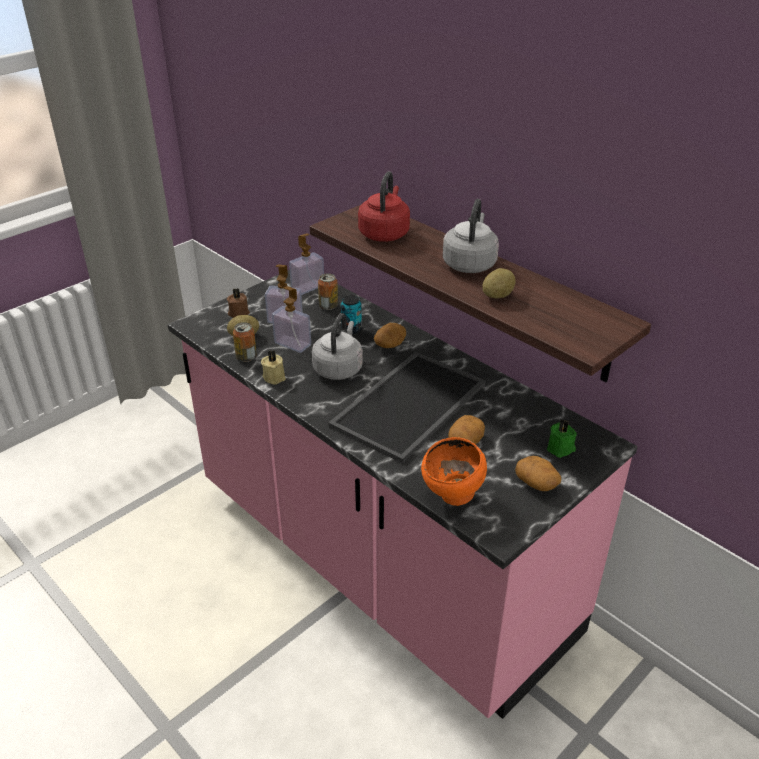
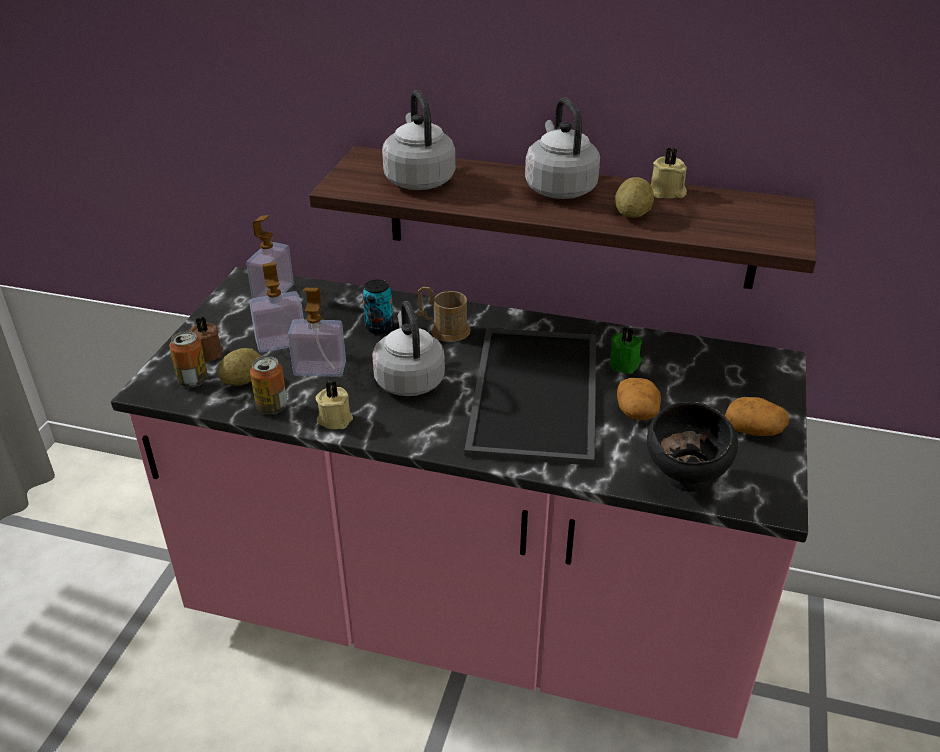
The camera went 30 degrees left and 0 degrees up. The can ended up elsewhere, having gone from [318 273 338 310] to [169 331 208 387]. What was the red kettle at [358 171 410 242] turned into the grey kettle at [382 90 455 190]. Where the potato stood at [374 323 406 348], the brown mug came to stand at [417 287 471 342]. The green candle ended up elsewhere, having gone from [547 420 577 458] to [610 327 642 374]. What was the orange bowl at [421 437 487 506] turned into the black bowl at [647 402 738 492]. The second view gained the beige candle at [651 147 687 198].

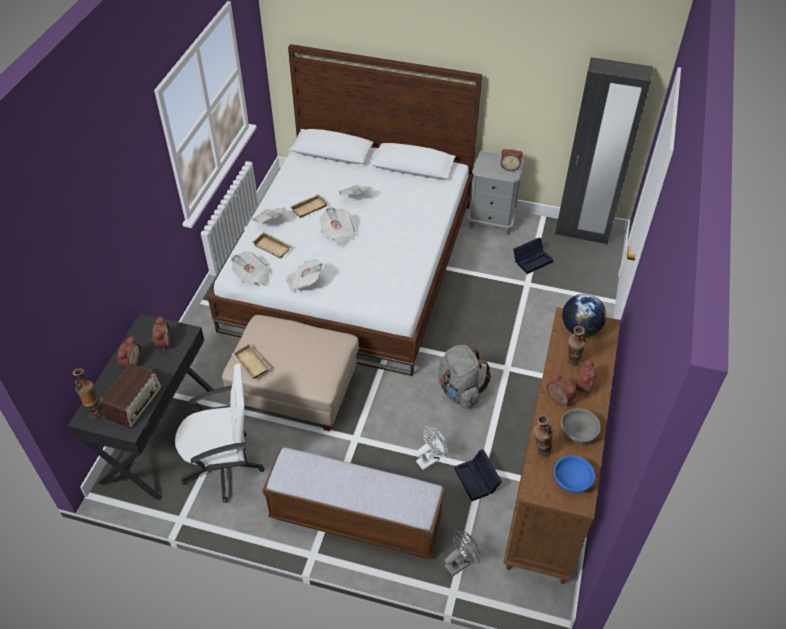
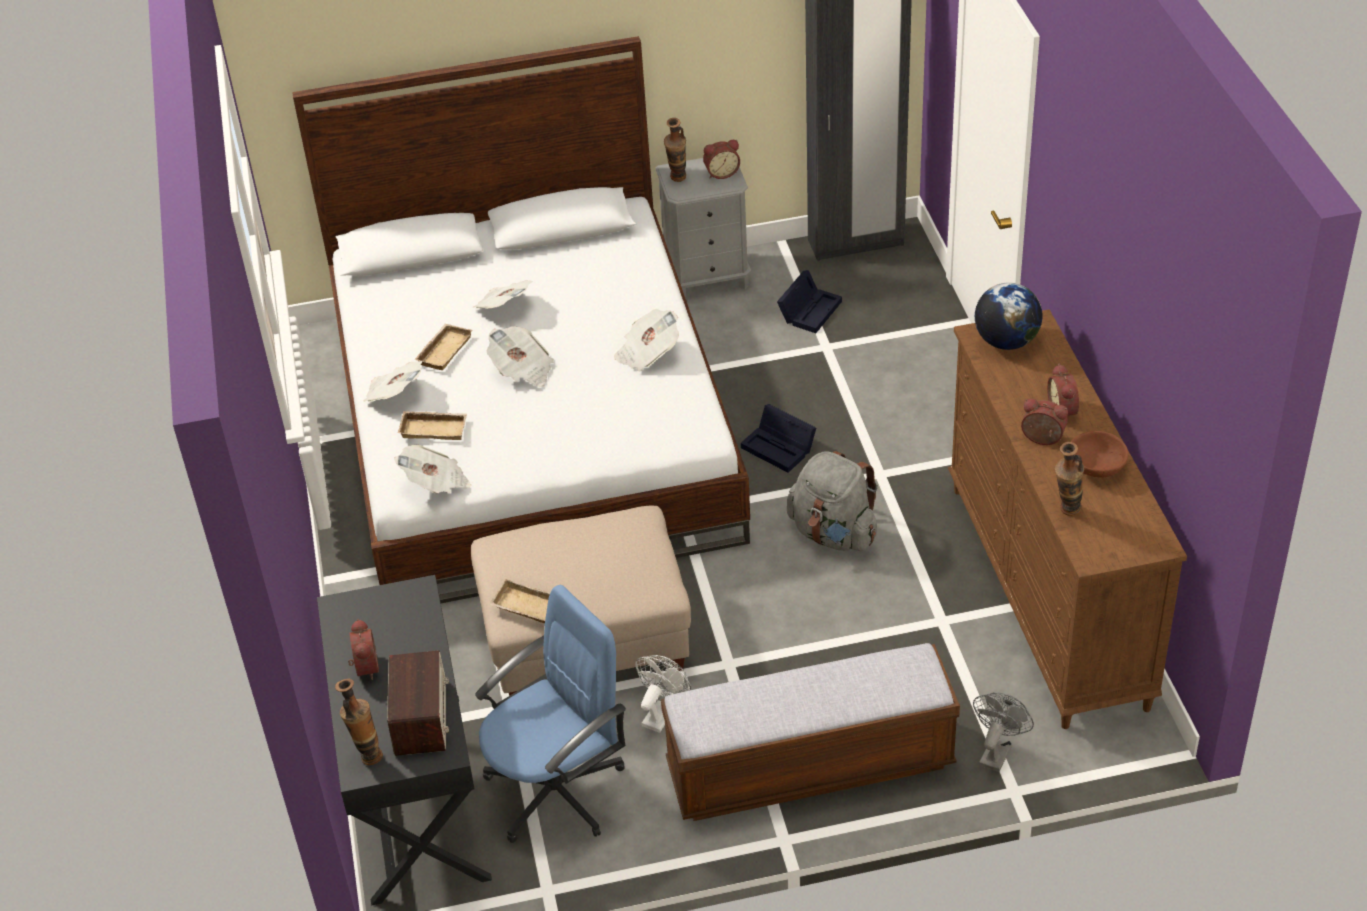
The camera went 25 degrees left and 5 degrees down. What was the white office chair at [175 363 265 503] turned into the blue office chair at [475 585 626 843]. The newspaper ended up elsewhere, having gone from [286 259 324 291] to [614 309 679 372]. The white fan ended up elsewhere, having gone from [415 427 448 470] to [635 655 691 733]. The vase ended up elsewhere, having gone from [568 326 586 366] to [664 118 686 182]. The black storage box ended up elsewhere, having gone from [454 449 502 501] to [741 404 816 472]. What was the grey bowl at [561 408 601 443] turned into the brown bowl at [1071 431 1128 478]. The second view lost the alarm clock at [151 316 170 351]. The second view lost the blue bowl at [554 455 595 493].

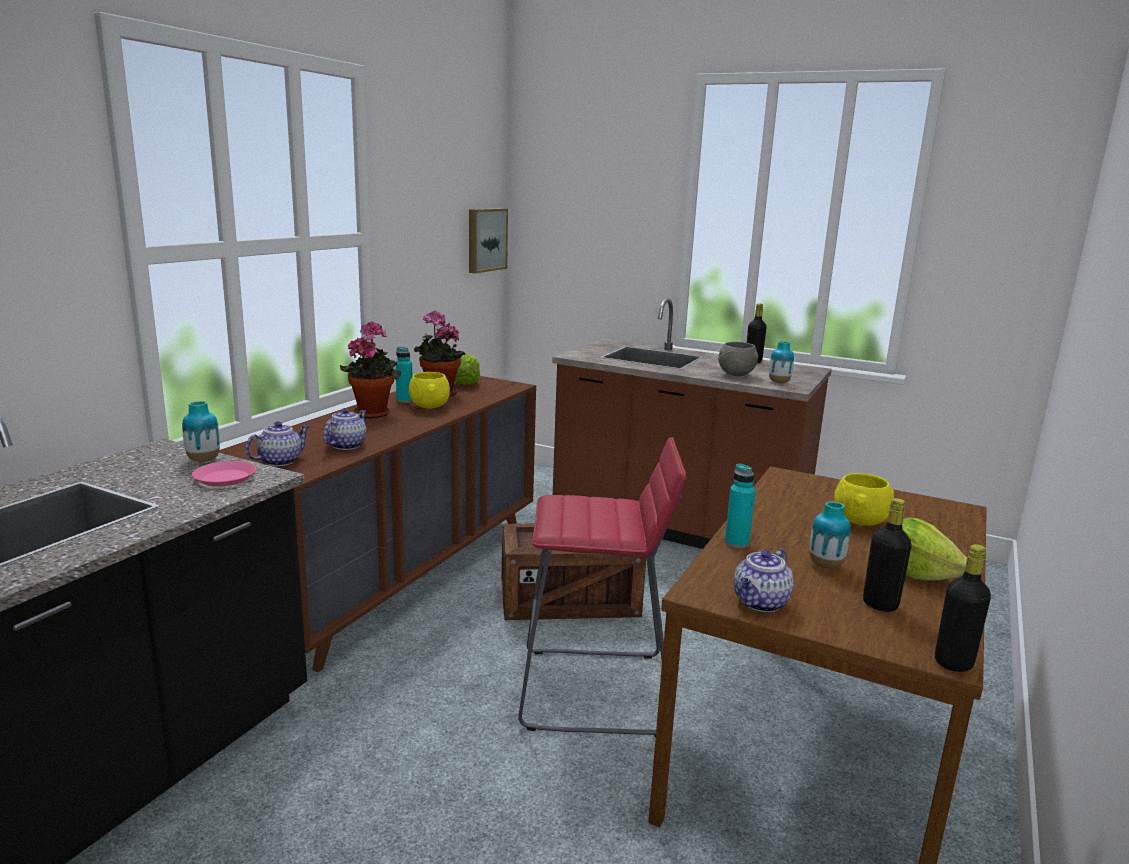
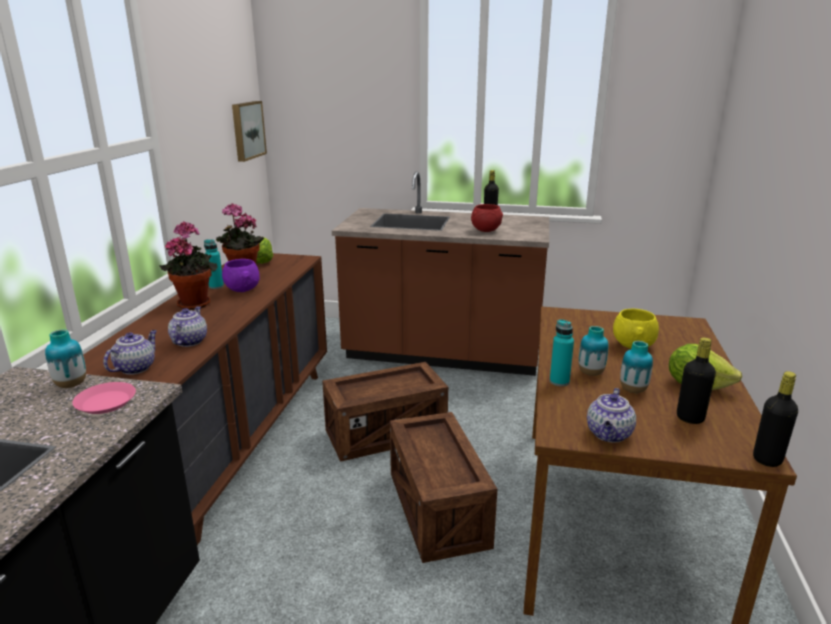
The camera went 15 degrees left and 5 degrees up. What was the yellow bowl at [409 372 450 409] turned into the purple bowl at [222 259 260 292]. Where the red stool stood at [518 437 686 737], the crate came to stand at [390 412 497 563]. What was the grey bowl at [718 342 758 376] turned into the red bowl at [471 204 503 232]. The vase ended up elsewhere, having gone from [769 341 794 383] to [579 326 608 376].

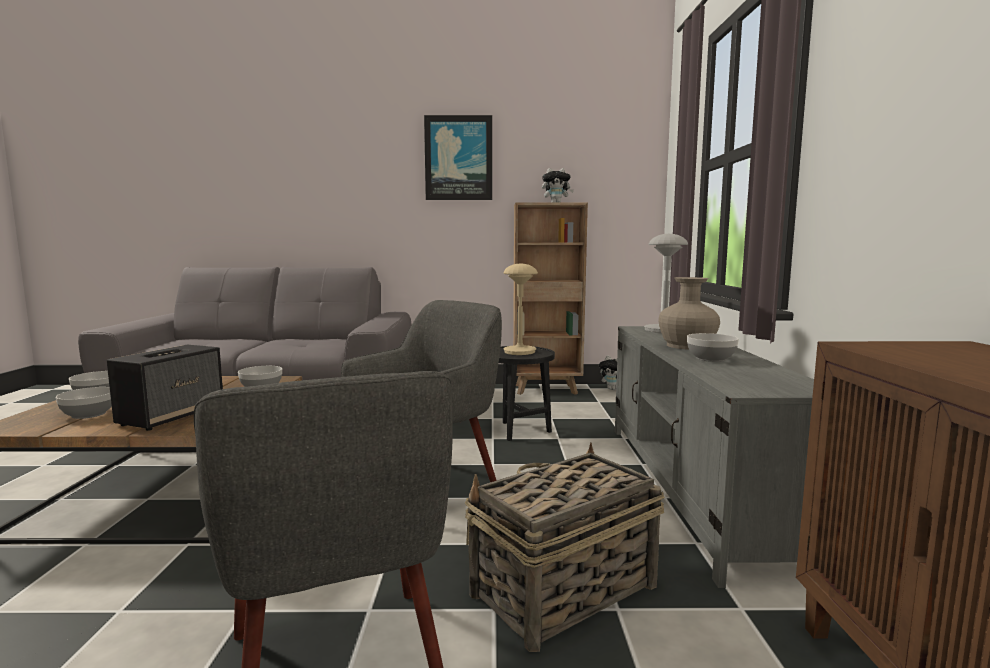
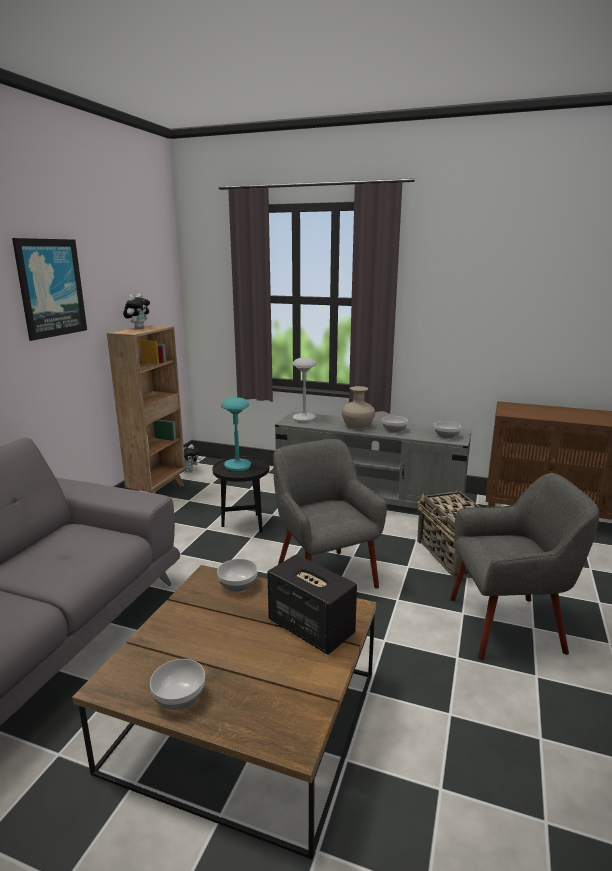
The camera went 70 degrees left and 10 degrees up. What was the beige table lamp at [503 264 538 355] turned into the turquoise table lamp at [221 397 251 471]. The bowl ended up elsewhere, having gone from [56 387 112 419] to [434 421 461 439].

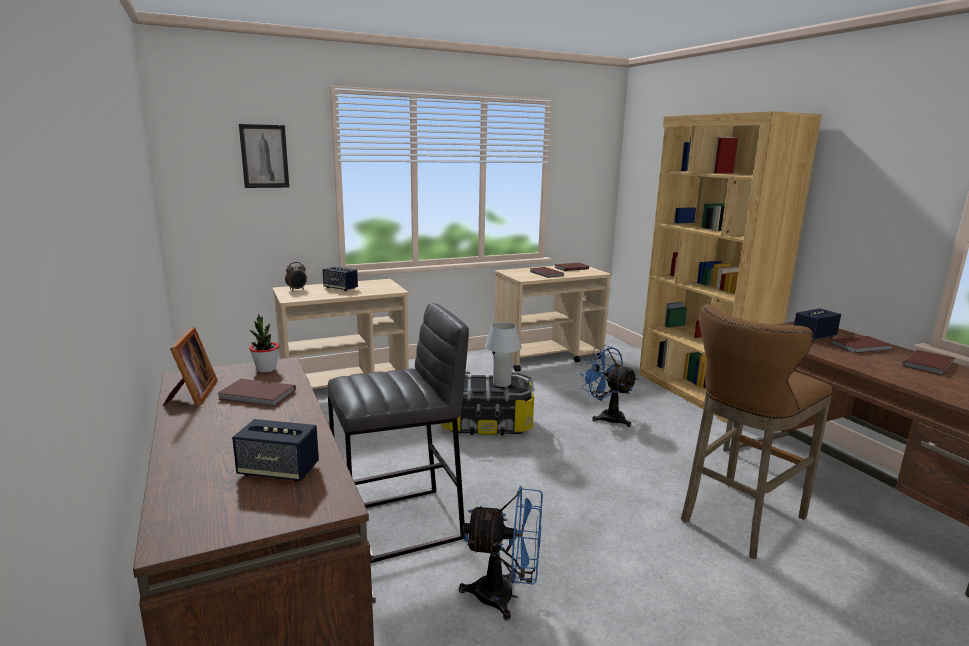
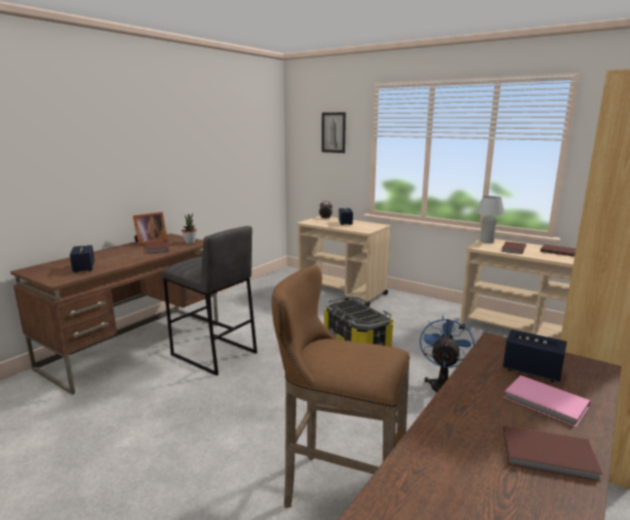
The camera went 60 degrees right and 0 degrees up. The white table lamp ended up elsewhere, having gone from [485 322 522 387] to [476 196 505 243]. What was the brown book at [830 336 892 354] turned into the pink book at [504 375 590 427]. The second view lost the blue fan at [459 486 543 621].

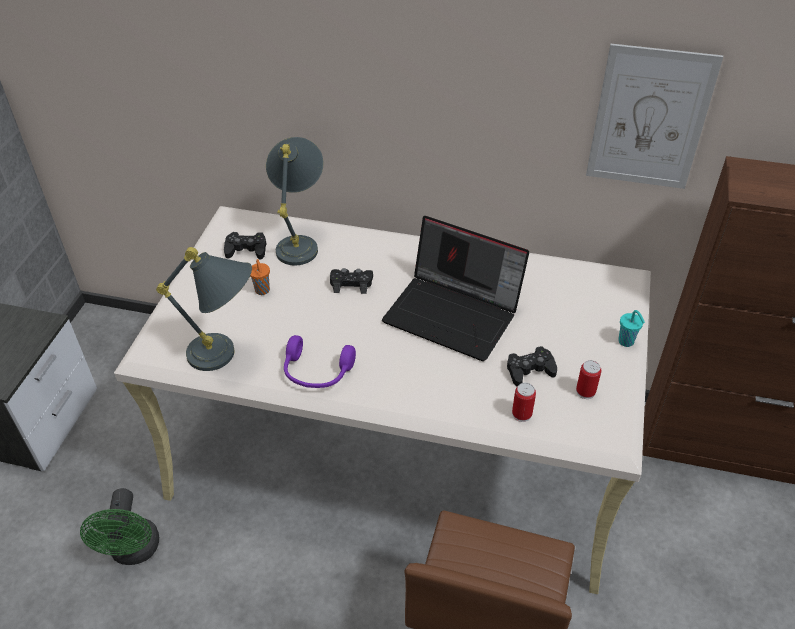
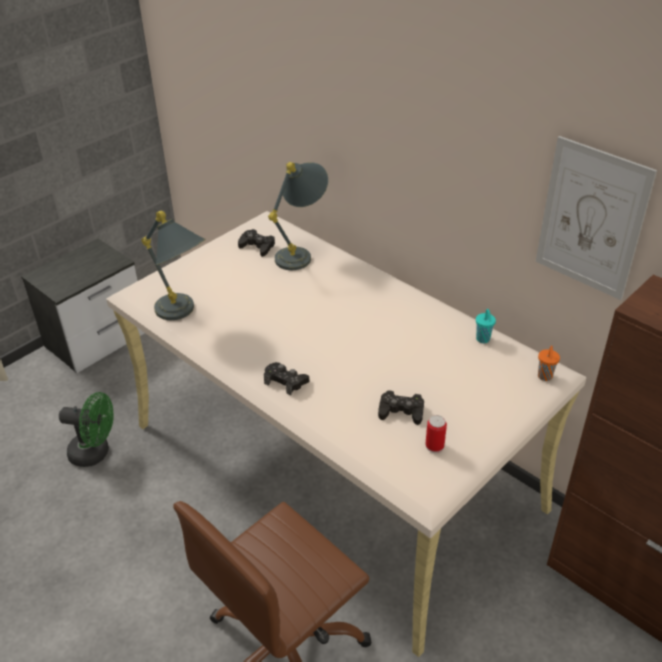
The camera went 30 degrees right and 5 degrees down. The green fan at [80 488 159 565] ended up facing another way, 105 degrees counterclockwise from before. The black game controller ended up elsewhere, having gone from [330 268 373 294] to [264 362 309 395]. The turquoise cup ended up elsewhere, having gone from [618 310 645 347] to [476 309 496 343]. The orange cup ended up elsewhere, having gone from [250 259 270 295] to [538 346 560 381]. The second view lost the purple headphones at [284 335 356 388]. The second view lost the laptop at [382 216 529 361]. The second view lost the can at [512 383 536 422].

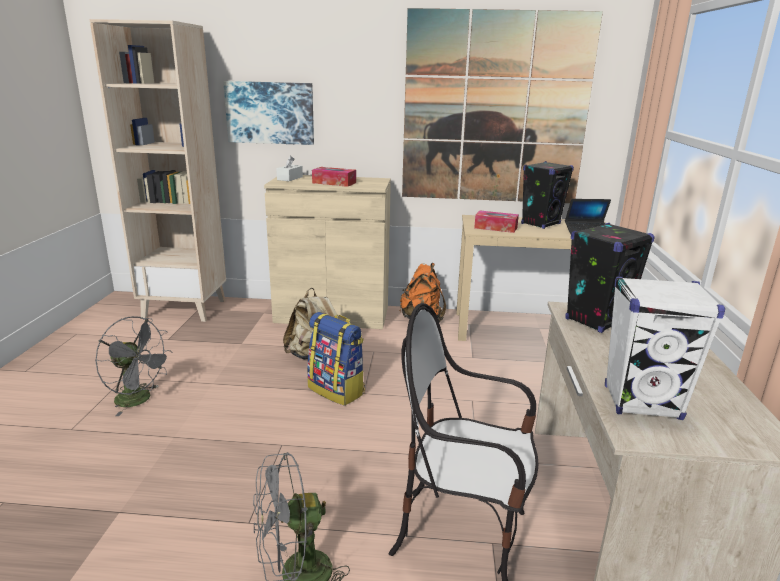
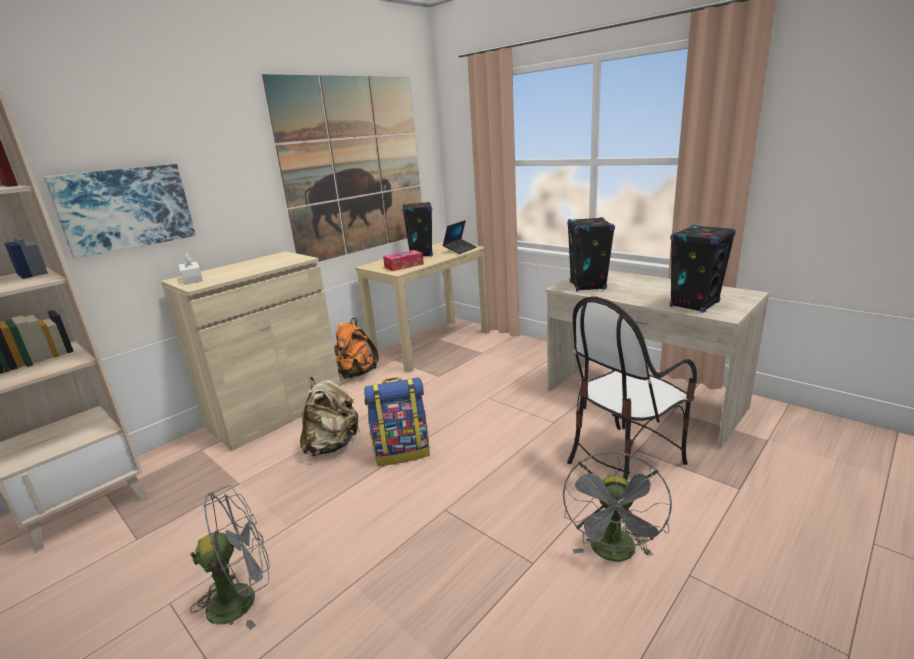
The camera went 50 degrees left and 0 degrees up. What was the white speaker at [605 276 725 420] turned into the black speaker at [670 225 736 313]. The second view lost the tissue box at [312 167 356 187].

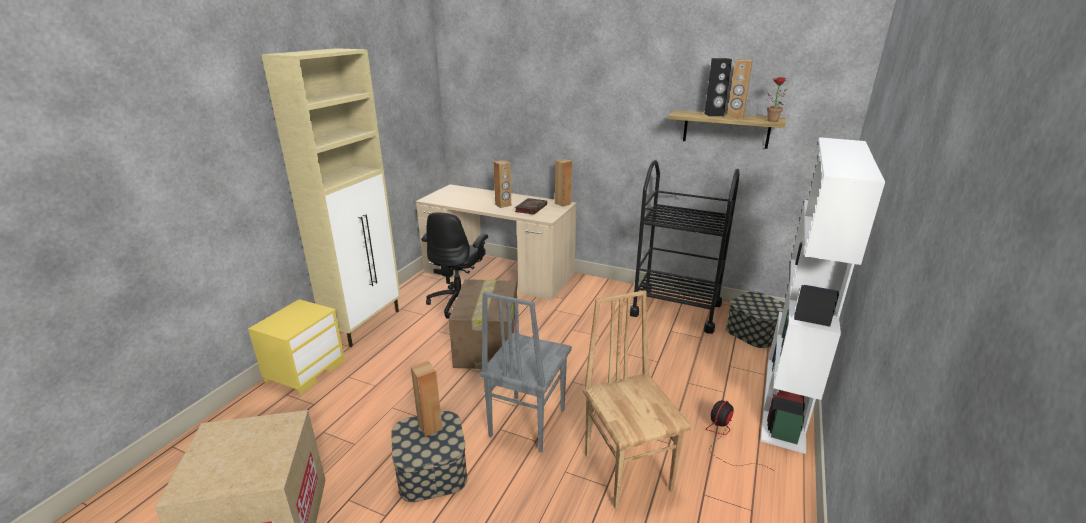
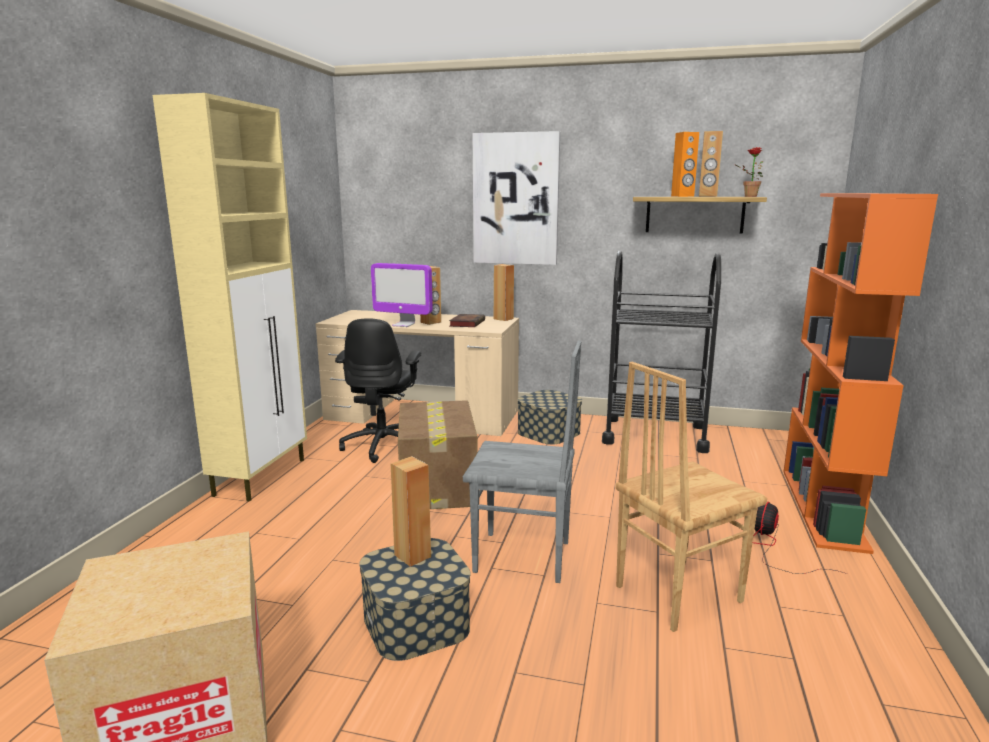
The camera went 10 degrees left and 10 degrees down. The second view gained the monitor at [371 263 433 327]. The grey chair at [480 292 572 453] ended up facing another way, 90 degrees counterclockwise from before. The second view gained the picture at [472 131 560 265]. The storage box ended up elsewhere, having gone from [726 291 785 348] to [517 390 582 445]. The brown chair at [583 290 692 509] ended up facing another way, 90 degrees counterclockwise from before. What was the black speaker at [705 58 732 116] turned into the orange speaker at [671 132 699 197]. What was the white bookcase at [761 137 885 454] turned into the orange bookcase at [783 193 938 554]. The second view lost the yellow nightstand at [248 299 345 395].

